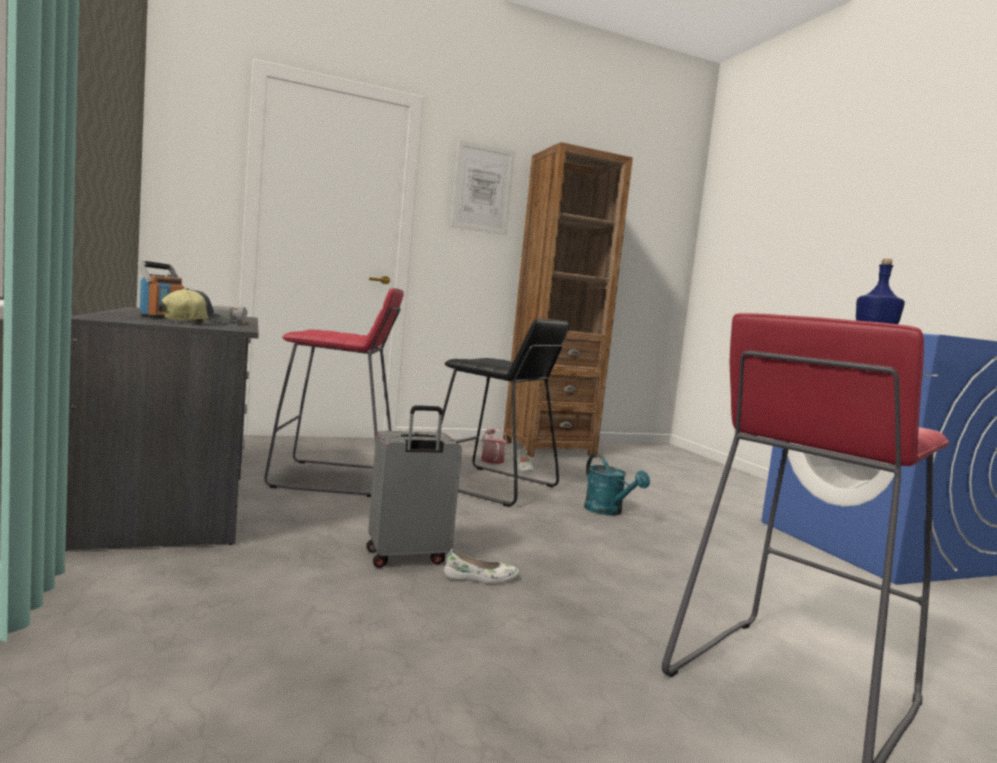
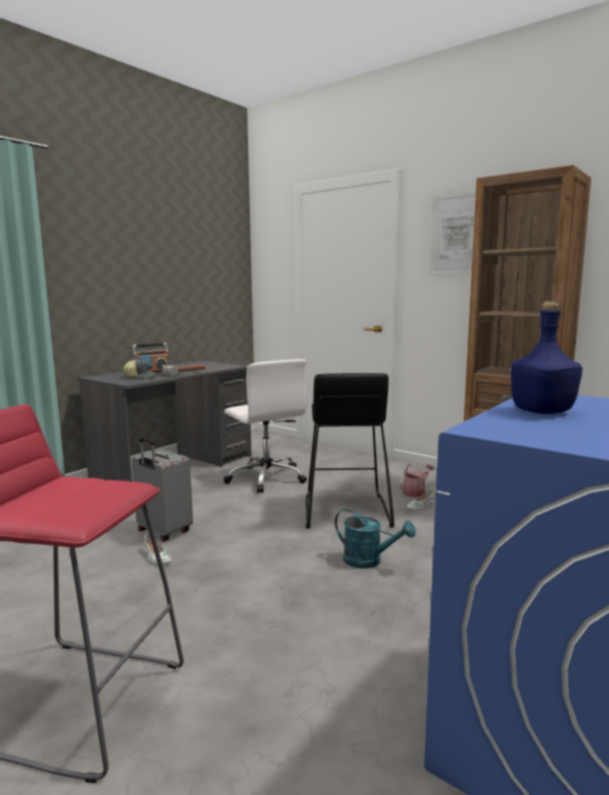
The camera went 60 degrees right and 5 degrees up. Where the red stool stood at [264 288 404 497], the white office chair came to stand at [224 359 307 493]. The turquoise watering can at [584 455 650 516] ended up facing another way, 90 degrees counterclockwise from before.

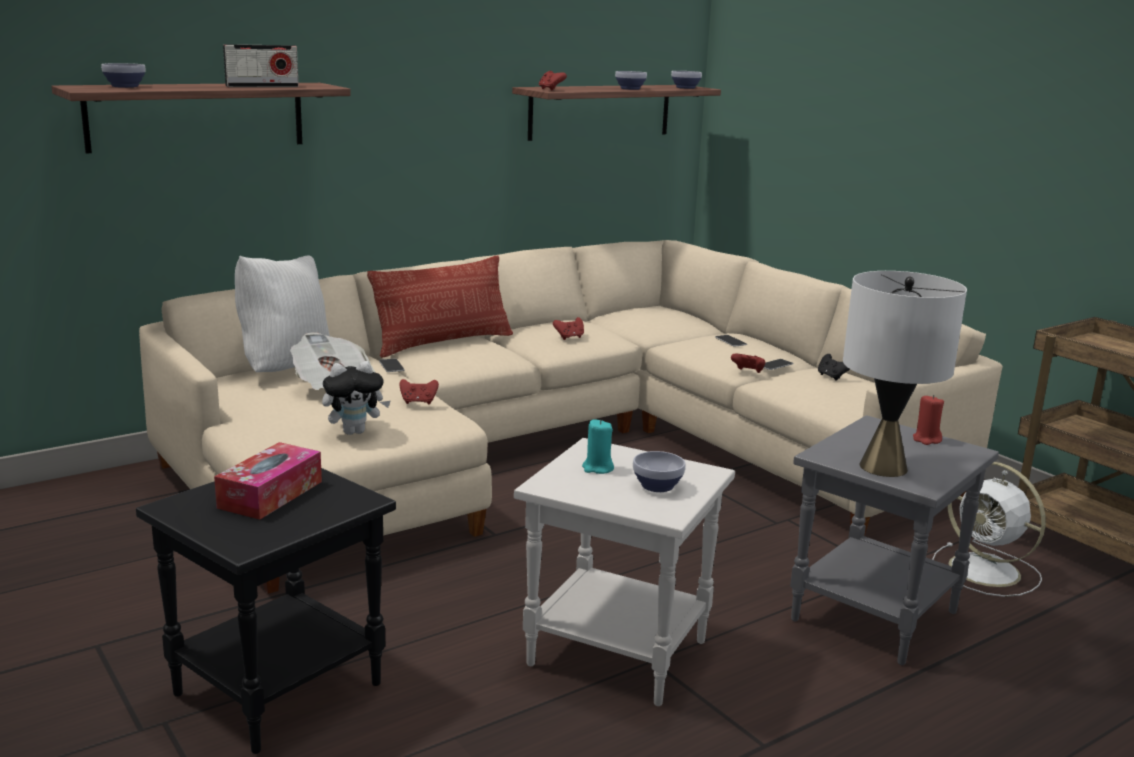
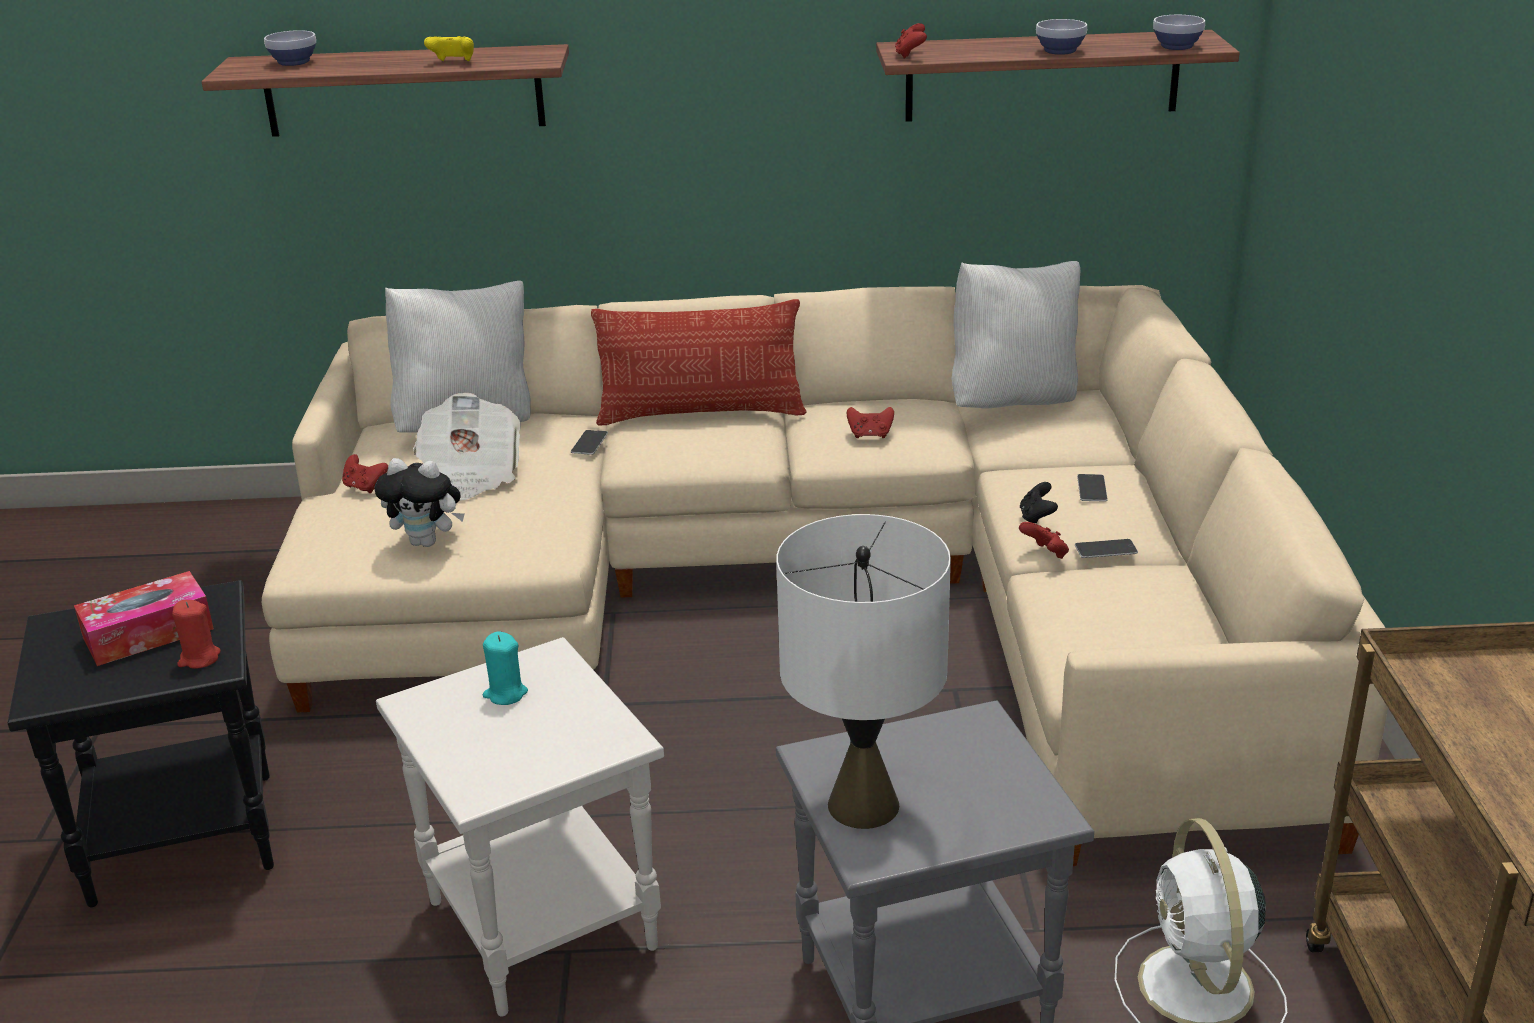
The camera went 35 degrees right and 10 degrees up. The red candle ended up elsewhere, having gone from [913 395 944 445] to [172 600 221 669]. The red game controller ended up elsewhere, having gone from [399 379 439 405] to [342 454 388 493]. Where the radio stood at [223 44 299 87], the yellow game controller came to stand at [424 36 474 61]. The second view gained the white pillow at [952 261 1080 409]. The black game controller ended up elsewhere, having gone from [818 354 850 381] to [1020 482 1058 523]. The second view lost the bowl at [633 451 686 492].

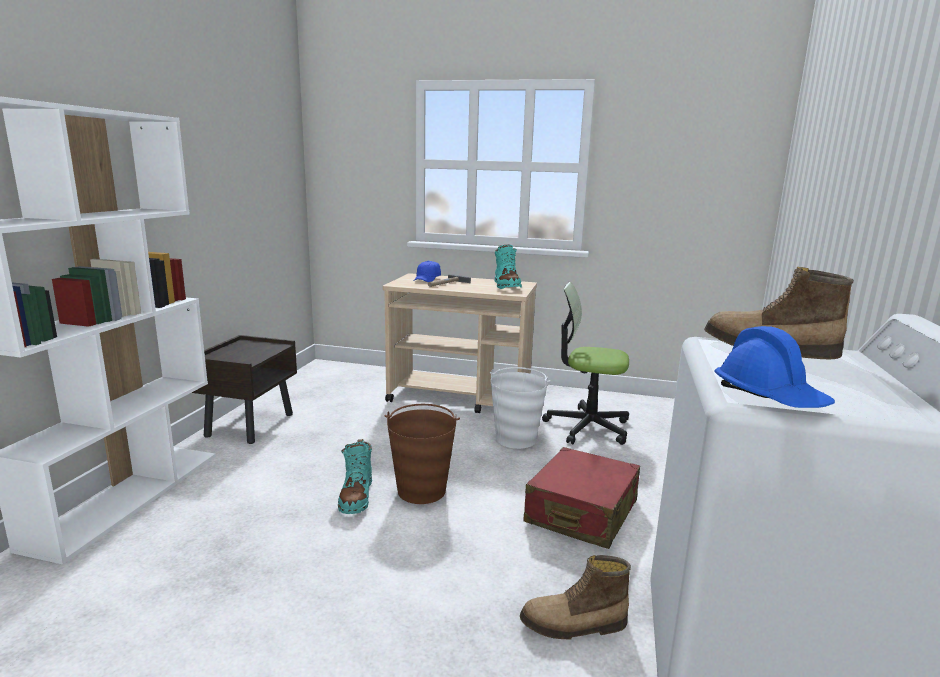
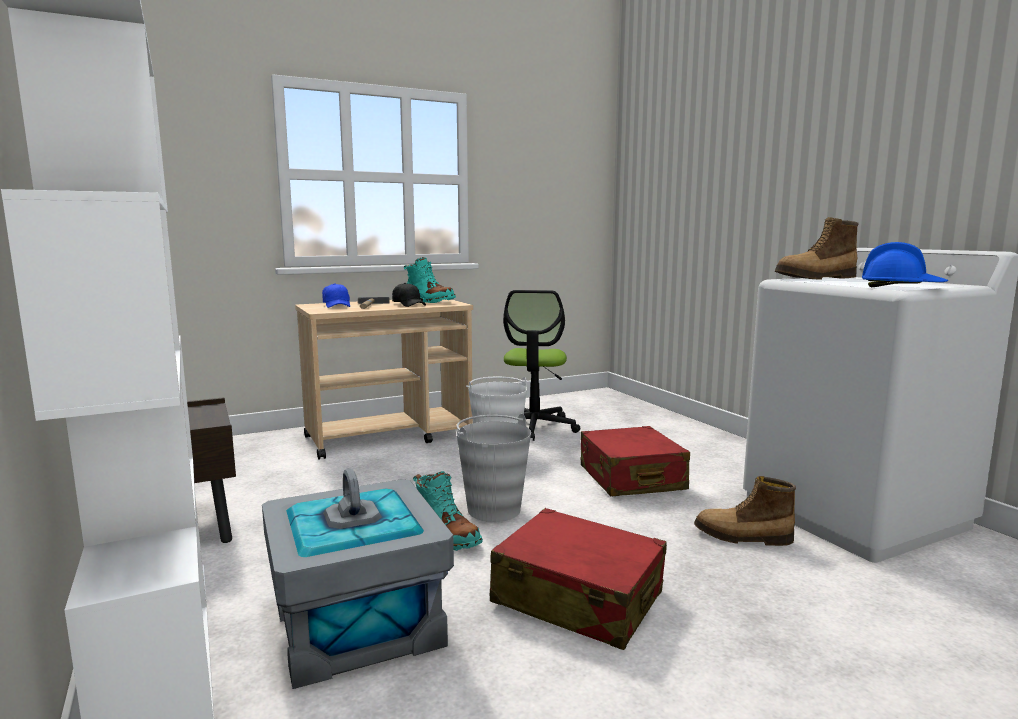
The camera went 40 degrees left and 5 degrees down. The second view gained the grey storage box at [262 468 454 689]. The second view gained the black cap at [392 283 426 307]. What was the brown bucket at [385 404 460 504] turned into the grey bucket at [456 414 531 522]. The second view gained the red suitcase at [490 508 667 650]. The office chair at [542 282 629 445] ended up facing another way, 60 degrees counterclockwise from before. The boot at [520 555 631 640] ended up facing another way, 60 degrees clockwise from before.

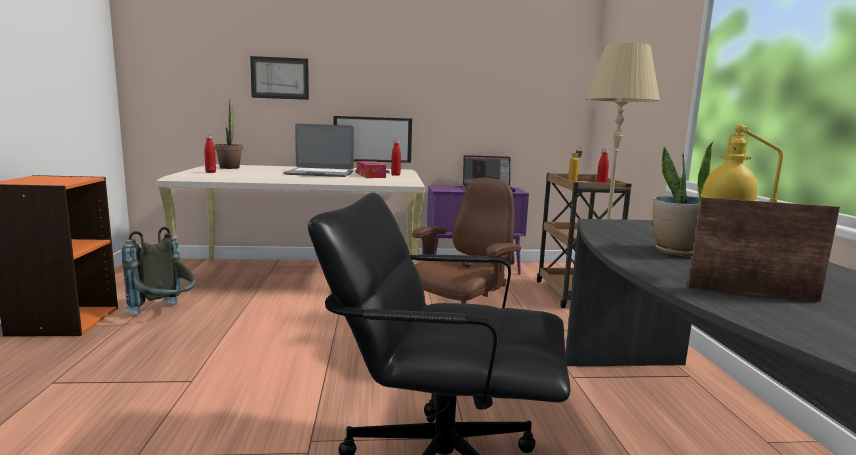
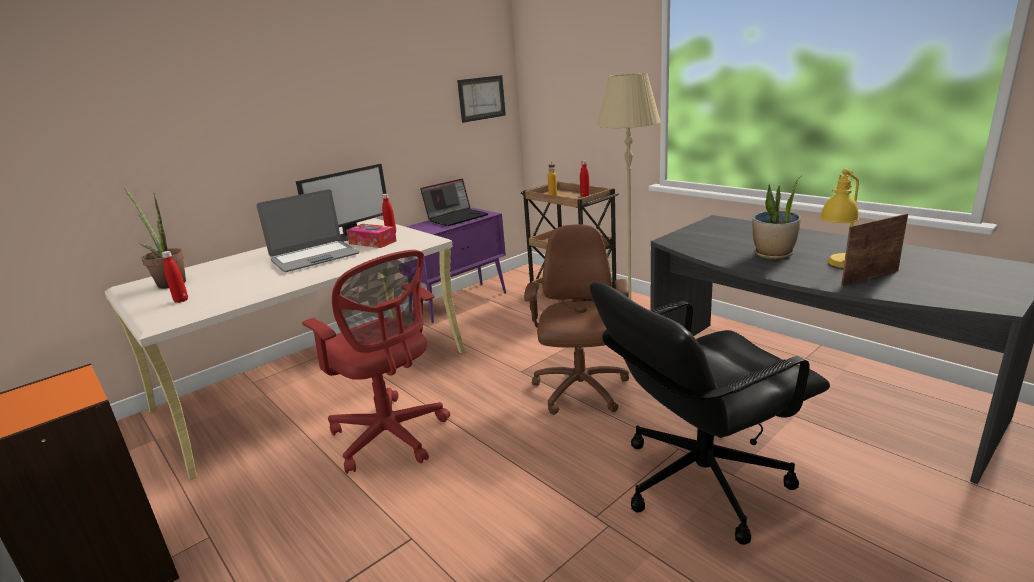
The camera went 35 degrees left and 10 degrees up. The second view gained the red office chair at [302 250 450 474]. The picture ended up elsewhere, having gone from [250 56 309 100] to [457 75 506 123]. The second view lost the grey backpack at [122 227 196 315].

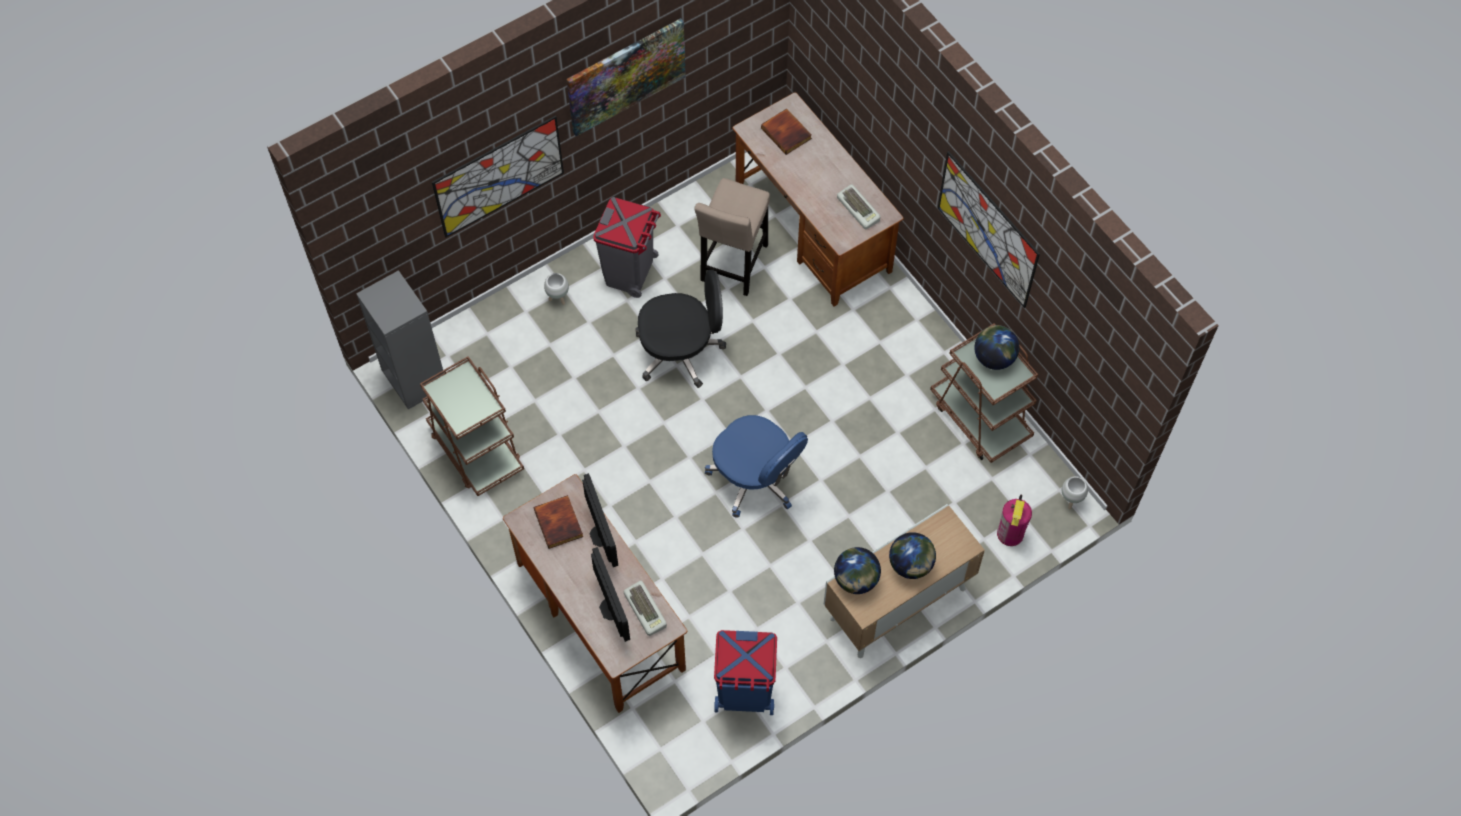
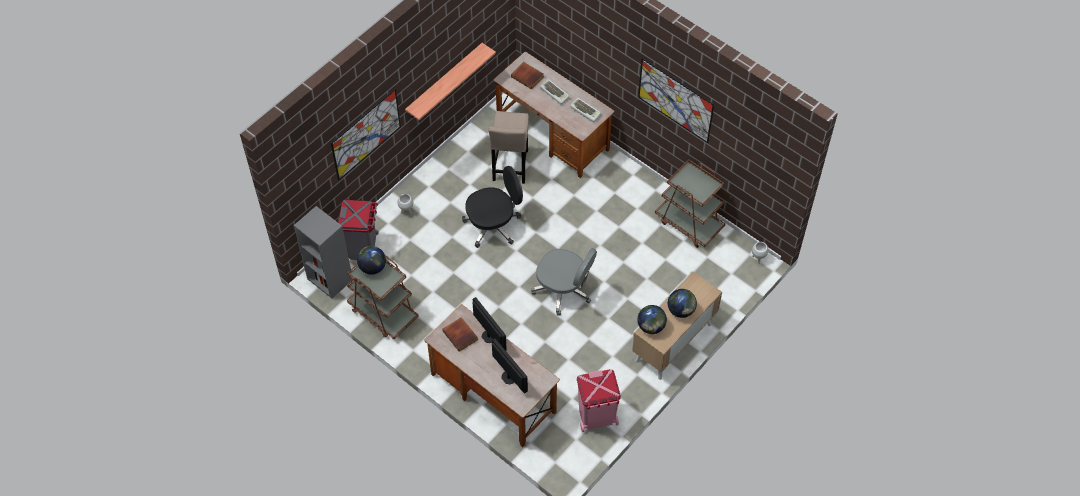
The camera went 15 degrees left and 5 degrees down. The grey trash can ended up elsewhere, having gone from [593 197 661 298] to [338 200 379 260]. The globe ended up elsewhere, having gone from [975 325 1019 370] to [357 246 386 275]. The second view gained the shelf at [405 43 496 120]. What was the blue office chair at [705 415 808 518] turned into the grey office chair at [531 248 597 316]. The keyboard ended up elsewhere, having gone from [624 581 667 636] to [540 79 569 105]. What was the blue trash can at [714 630 777 715] turned into the pink trash can at [577 369 621 432]. The second view lost the picture at [567 18 686 136]. The second view lost the fire extinguisher at [997 495 1032 546].

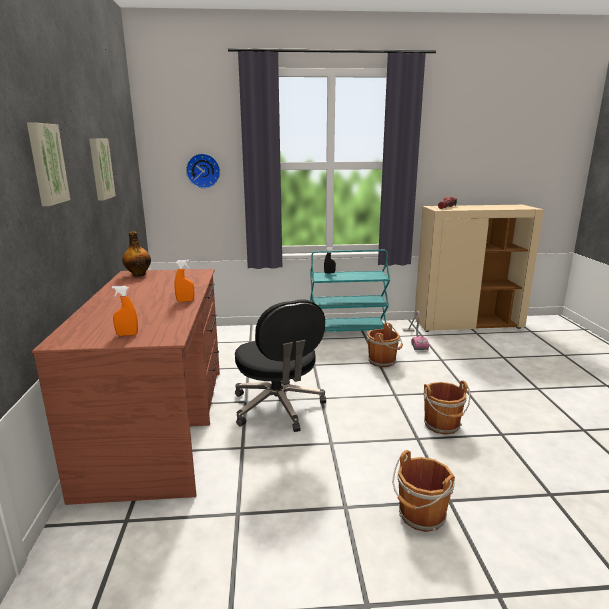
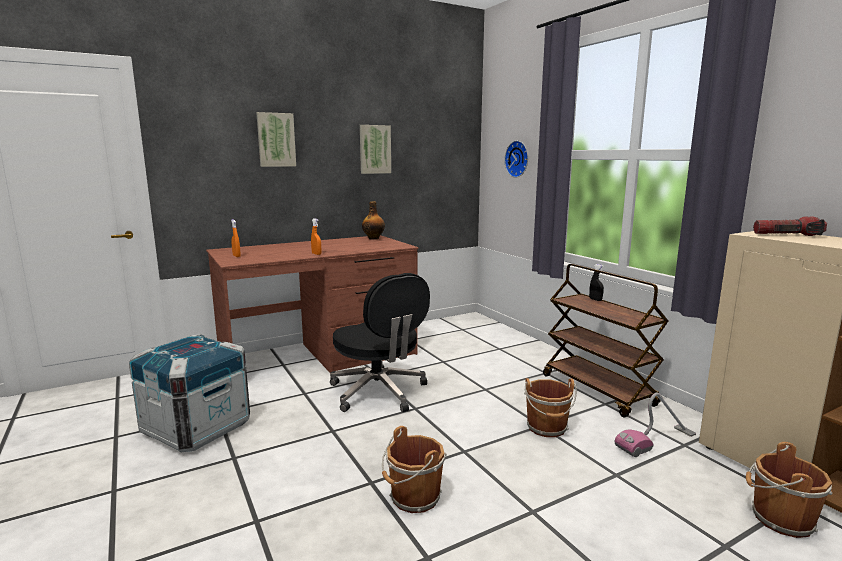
The camera went 65 degrees right and 5 degrees down. The second view gained the crate at [129 335 250 452]. The black office chair at [235 299 326 432] ended up facing another way, 75 degrees counterclockwise from before. What was the turquoise cart at [310 250 390 332] turned into the brown cart at [543 264 668 417]. The brown bucket ended up elsewhere, having gone from [392 450 455 532] to [746 442 832 538].

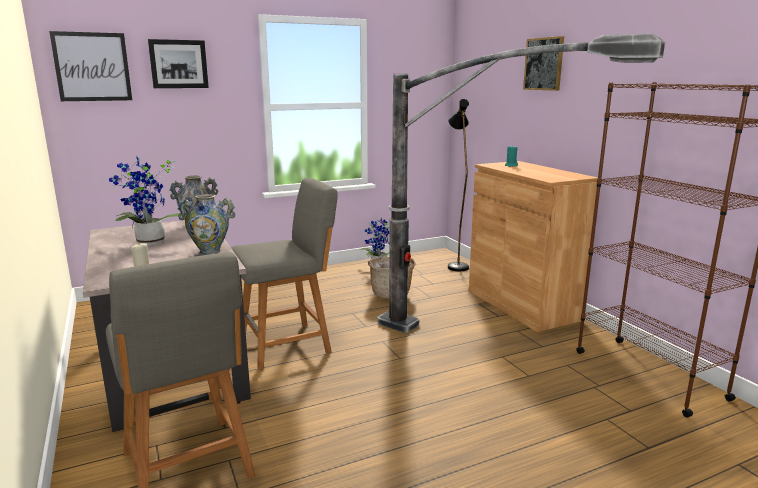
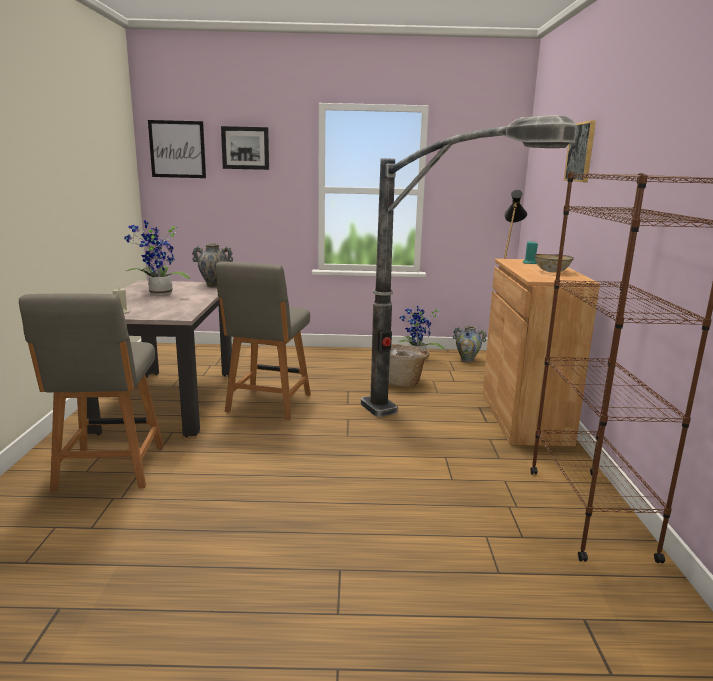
The camera went 25 degrees right and 0 degrees up. The grey chair at [231 178 338 370] ended up facing another way, 105 degrees clockwise from before. The vase ended up elsewhere, having gone from [178 194 235 255] to [453 325 487 362]. The second view gained the bowl at [535 254 574 273].

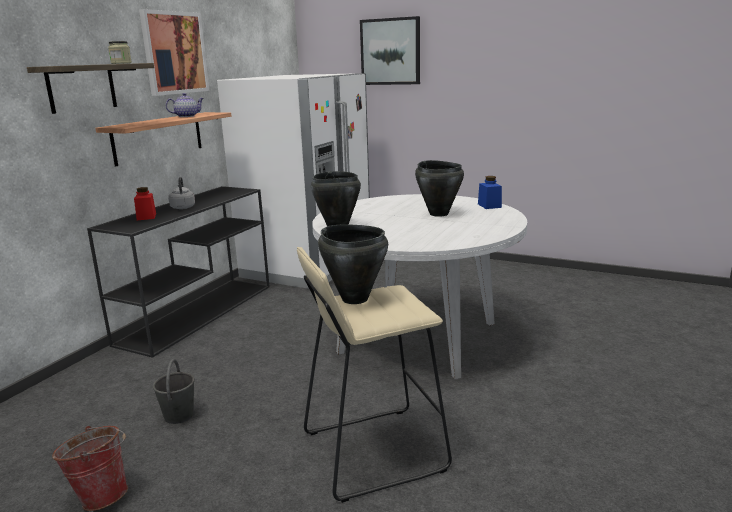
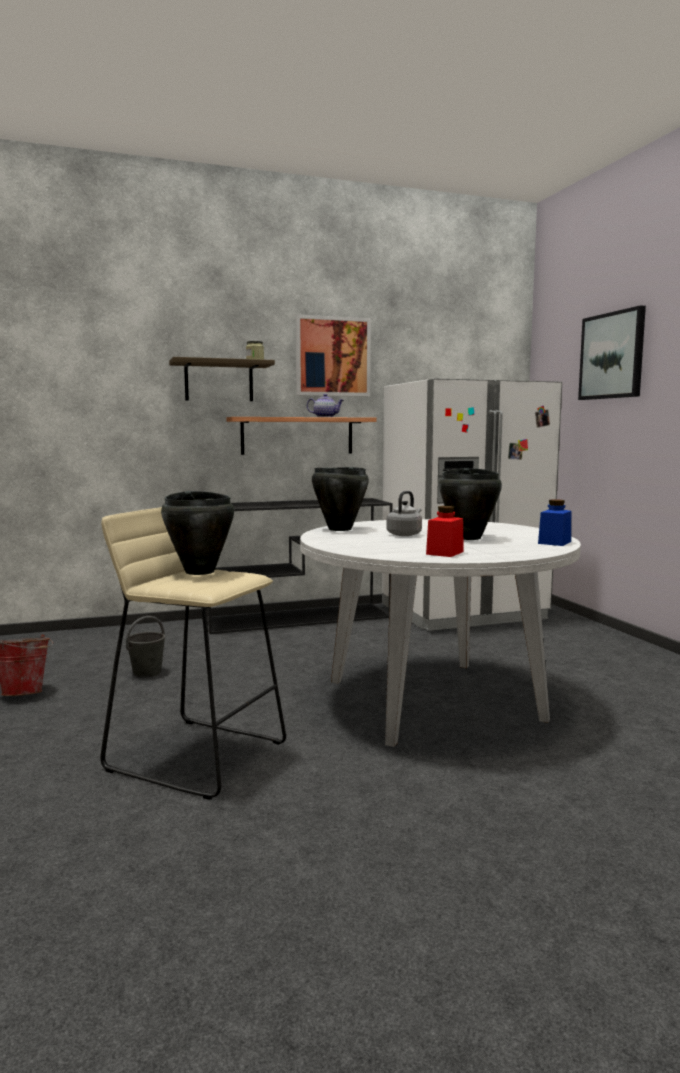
The camera went 45 degrees right and 10 degrees down. The grey kettle ended up elsewhere, having gone from [168 177 195 209] to [386 491 422 536]. The red jar ended up elsewhere, having gone from [134 187 156 220] to [426 506 464 557].

